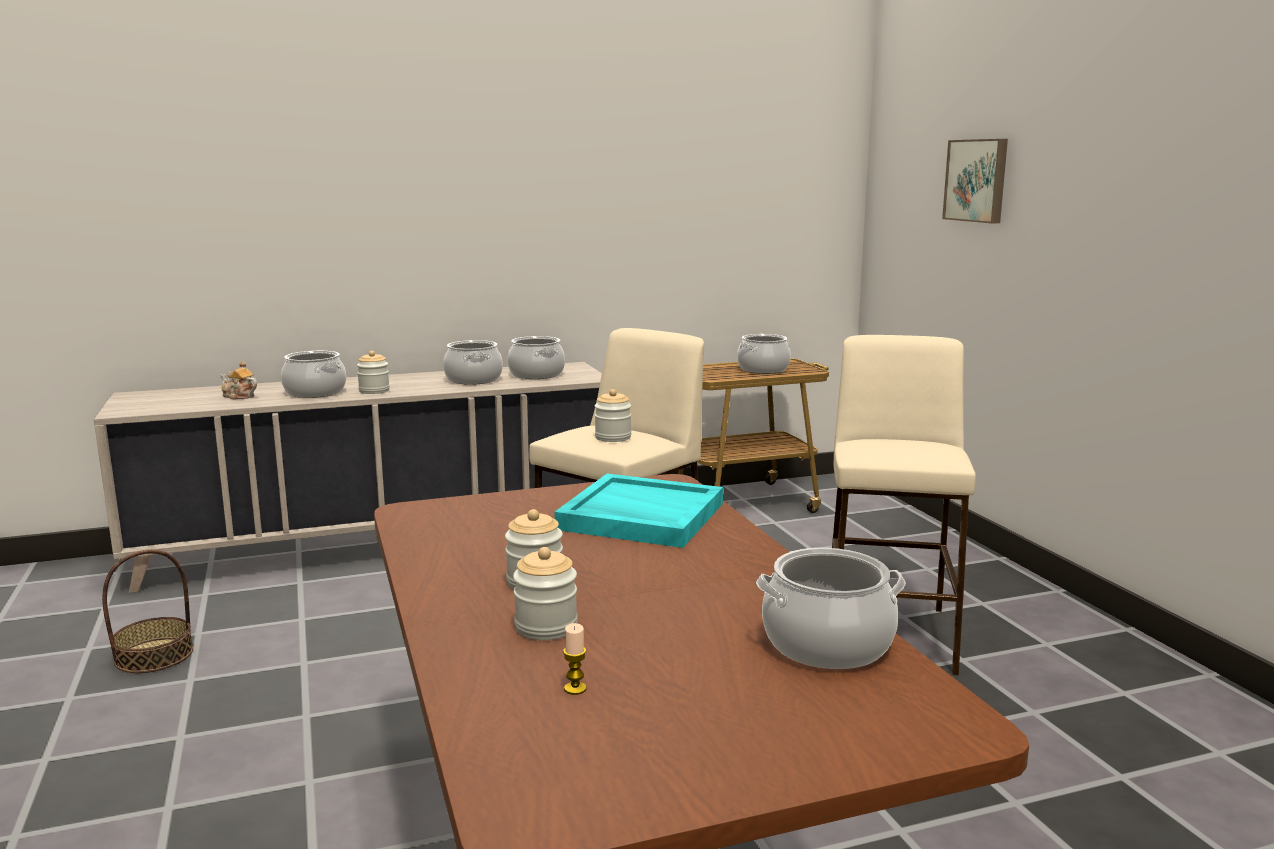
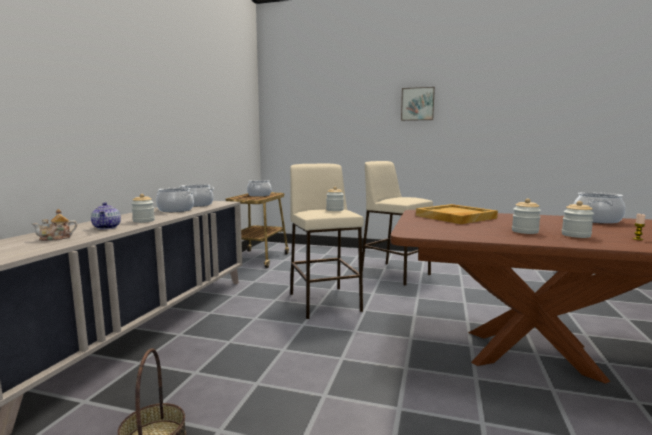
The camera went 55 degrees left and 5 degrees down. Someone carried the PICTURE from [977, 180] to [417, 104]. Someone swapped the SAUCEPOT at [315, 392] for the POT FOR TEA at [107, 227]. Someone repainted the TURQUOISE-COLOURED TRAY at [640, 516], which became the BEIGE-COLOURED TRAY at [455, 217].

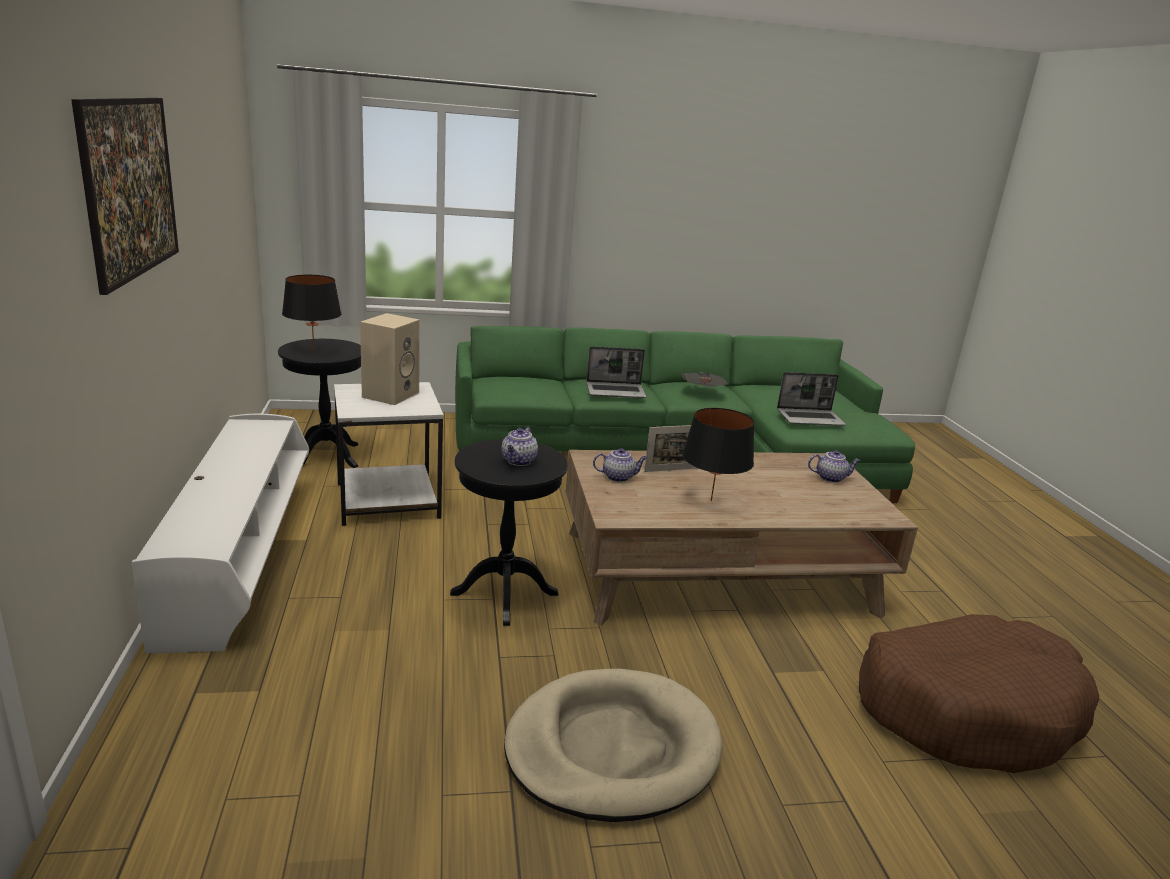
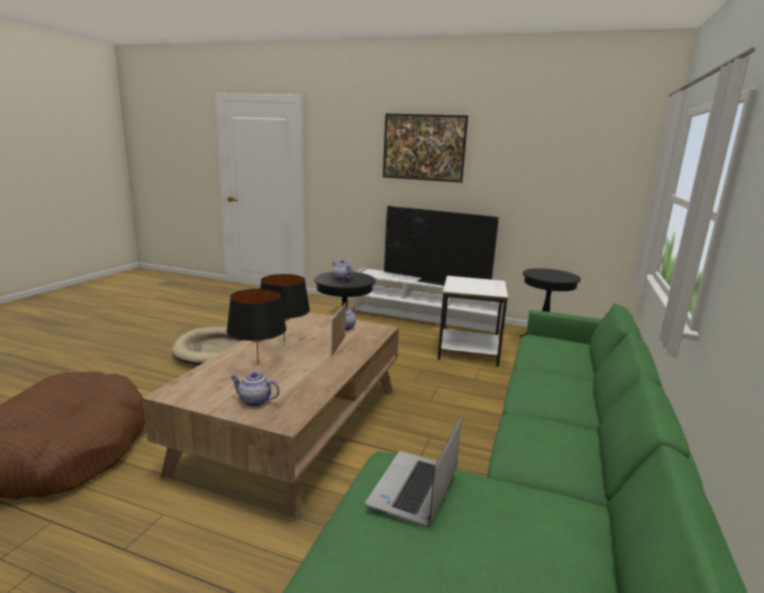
The camera went 120 degrees right and 5 degrees down. Someone took away the BEIGE-COLOURED AUDIO SPEAKER at [390, 394]. Someone took away the LAPTOP at [616, 391]. Someone took away the NEWSPAPER at [702, 392]. Someone put down the TELEVISION at [434, 281]. Someone carried the BLACK-COLOURED LAMP FOR A TABLE from [313, 349] to [258, 364]. Someone rotated the POT FOR TEA at [831, 478] by 75 degrees clockwise.

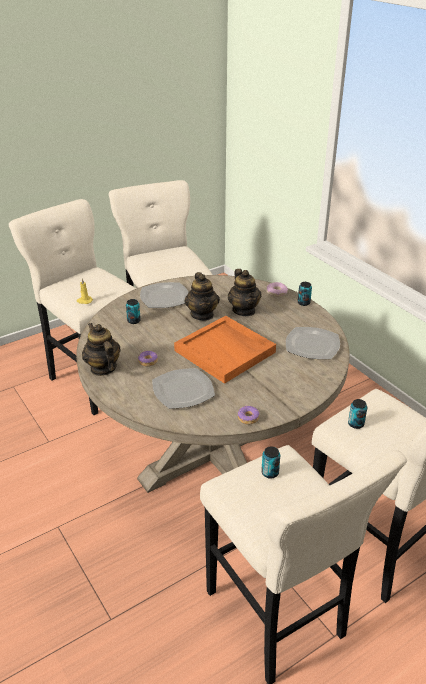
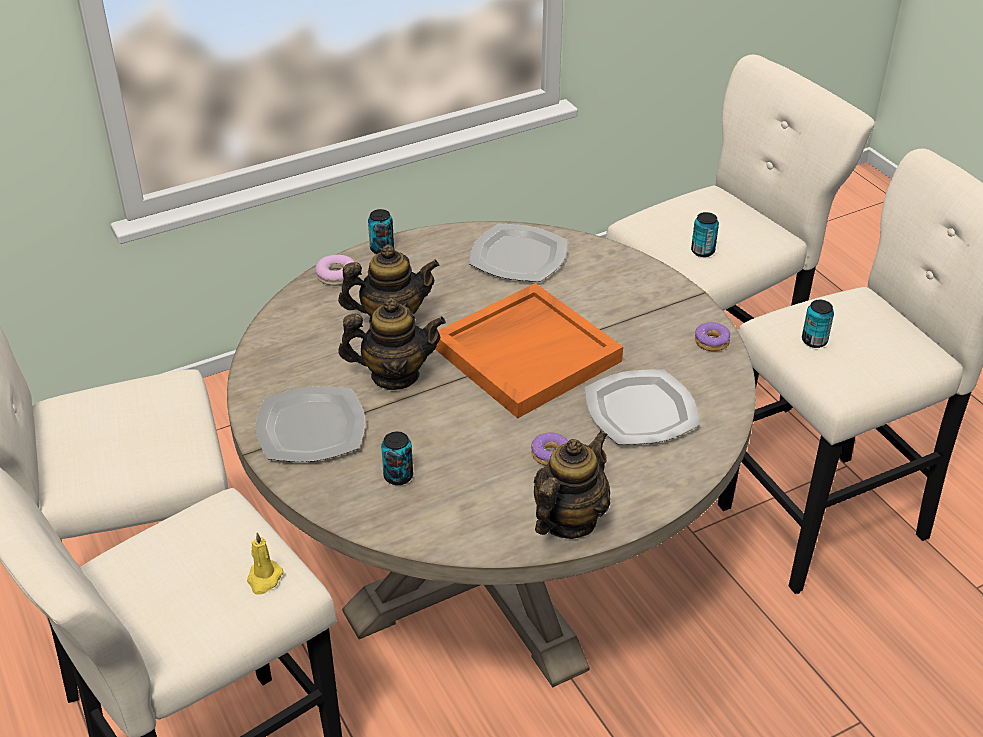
The camera went 85 degrees left and 5 degrees up. Someone rotated the POT FOR TEA at [103, 368] by 150 degrees clockwise.

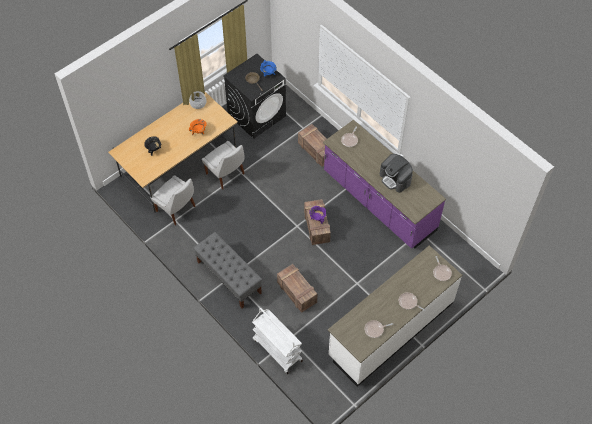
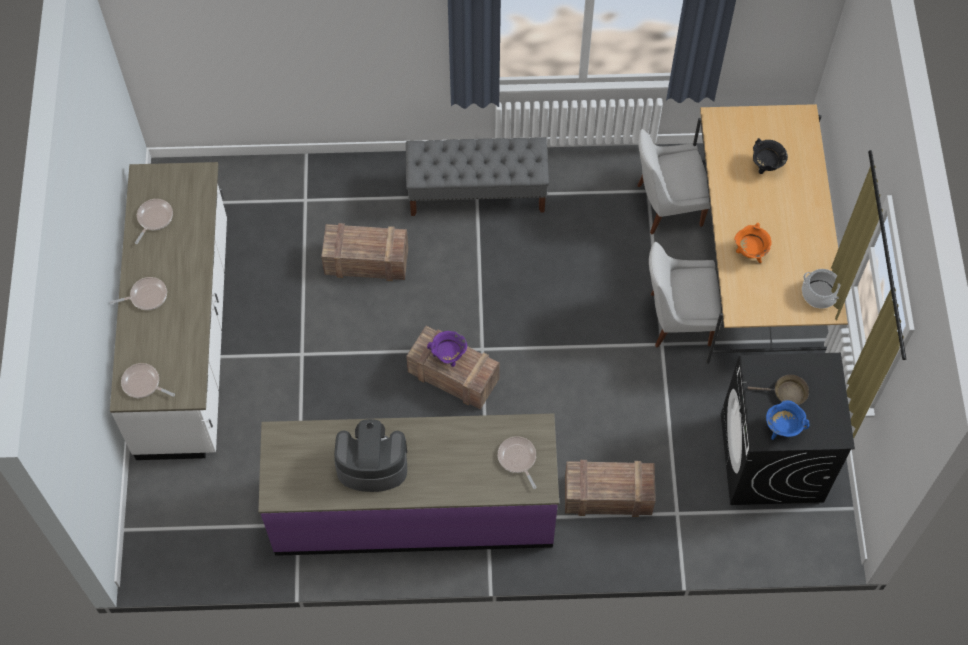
The camera went 130 degrees right and 5 degrees up. Someone took away the WHITISH CART at [277, 350].

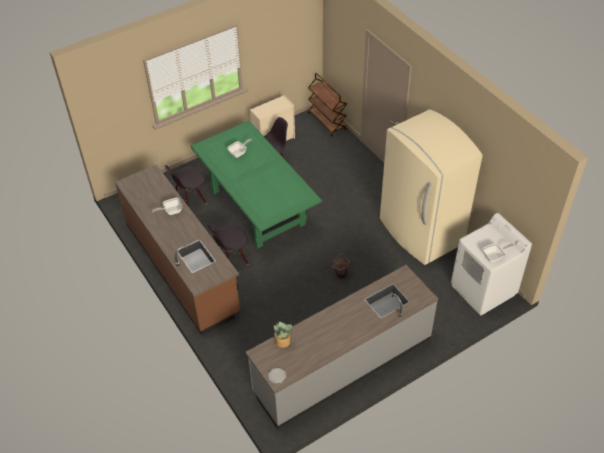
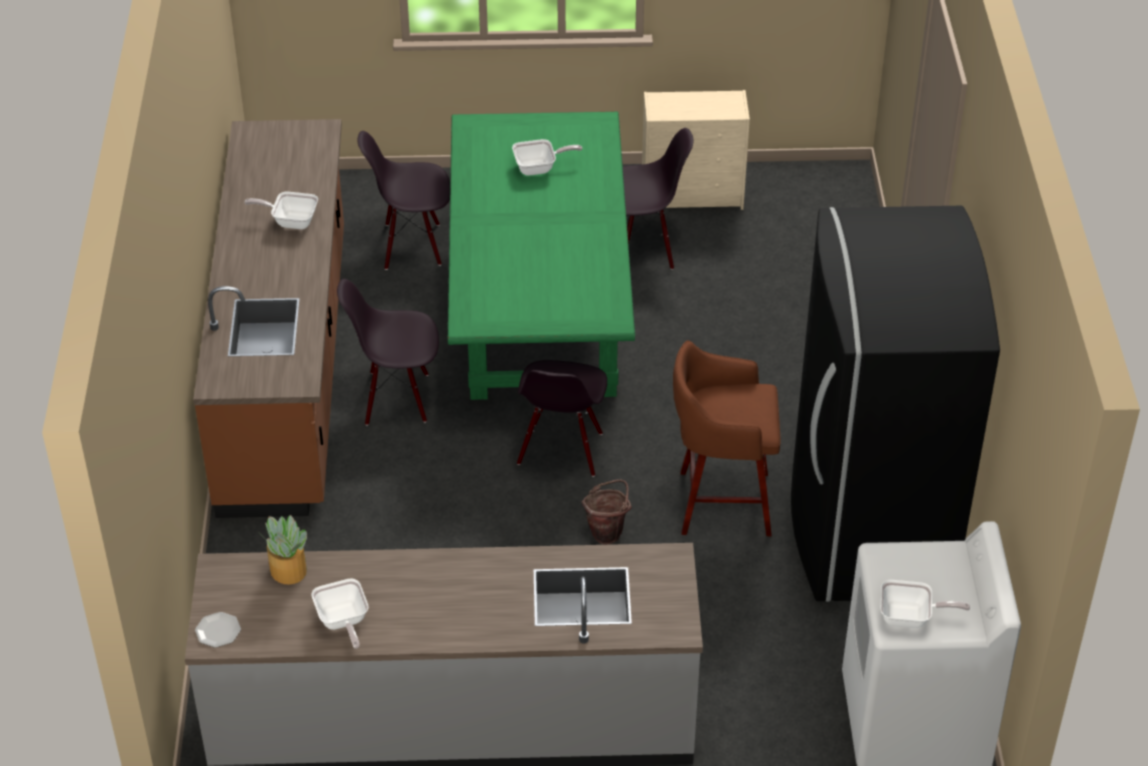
The camera went 30 degrees right and 5 degrees down. Someone took away the BROWNISH CART at [327, 122]. Someone put down the PAN at [343, 622]. Someone put down the BLACK-COLOURED UPRIGHT CHAIR at [561, 450]. Someone put down the BROWNISH STOOL at [720, 503]. Someone repainted the BEIGE-COLOURED REFRIGERATOR at [420, 232], which became the BLACK-COLOURED REFRIGERATOR at [867, 528].

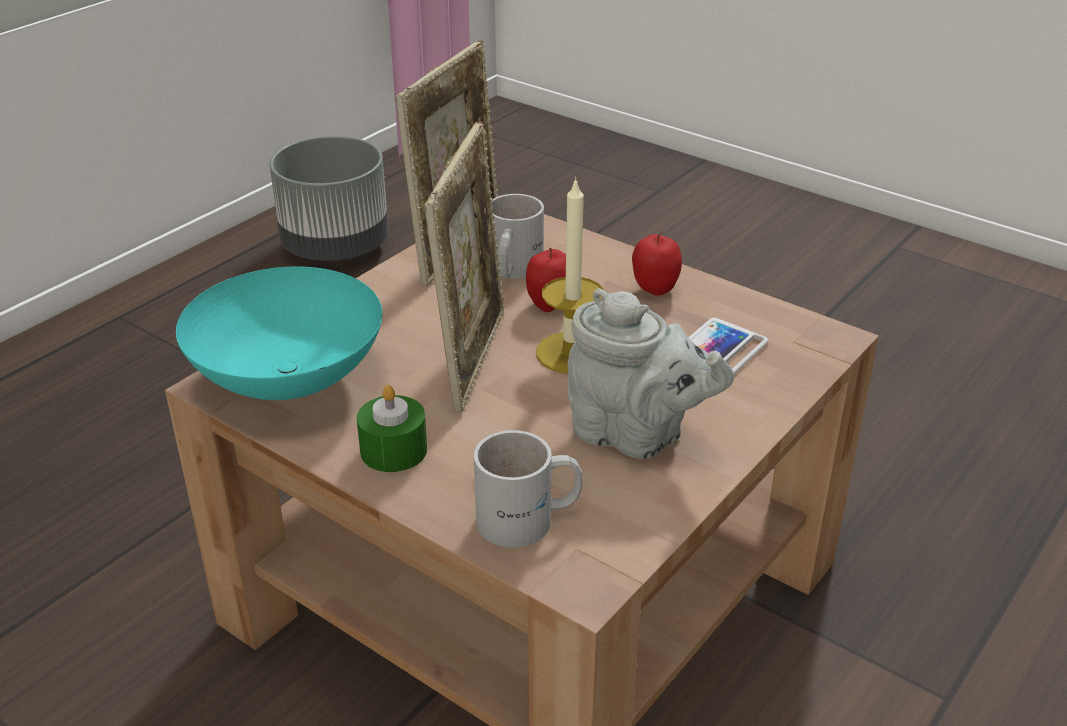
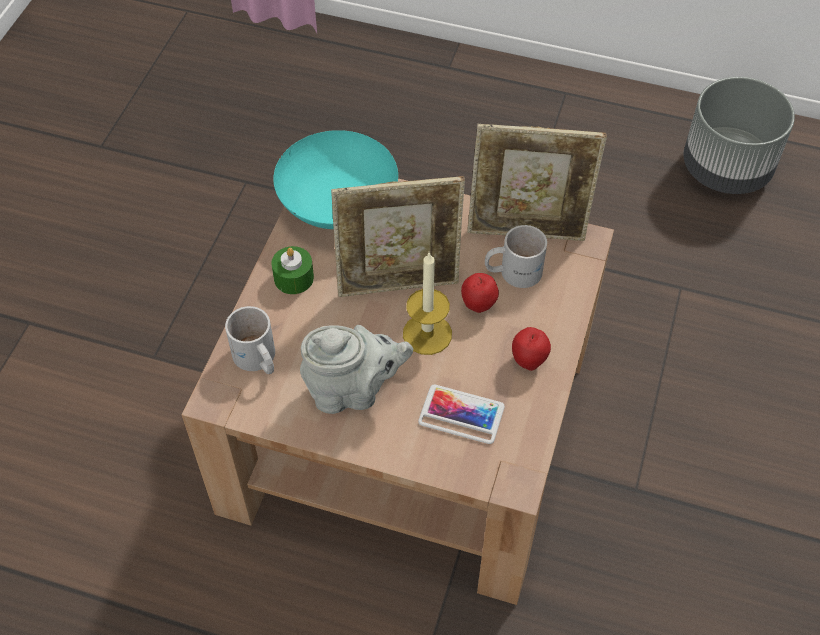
The camera went 70 degrees right and 20 degrees up. Someone rotated the GREYISH POT FOR TEA at [635, 435] by 105 degrees counterclockwise.

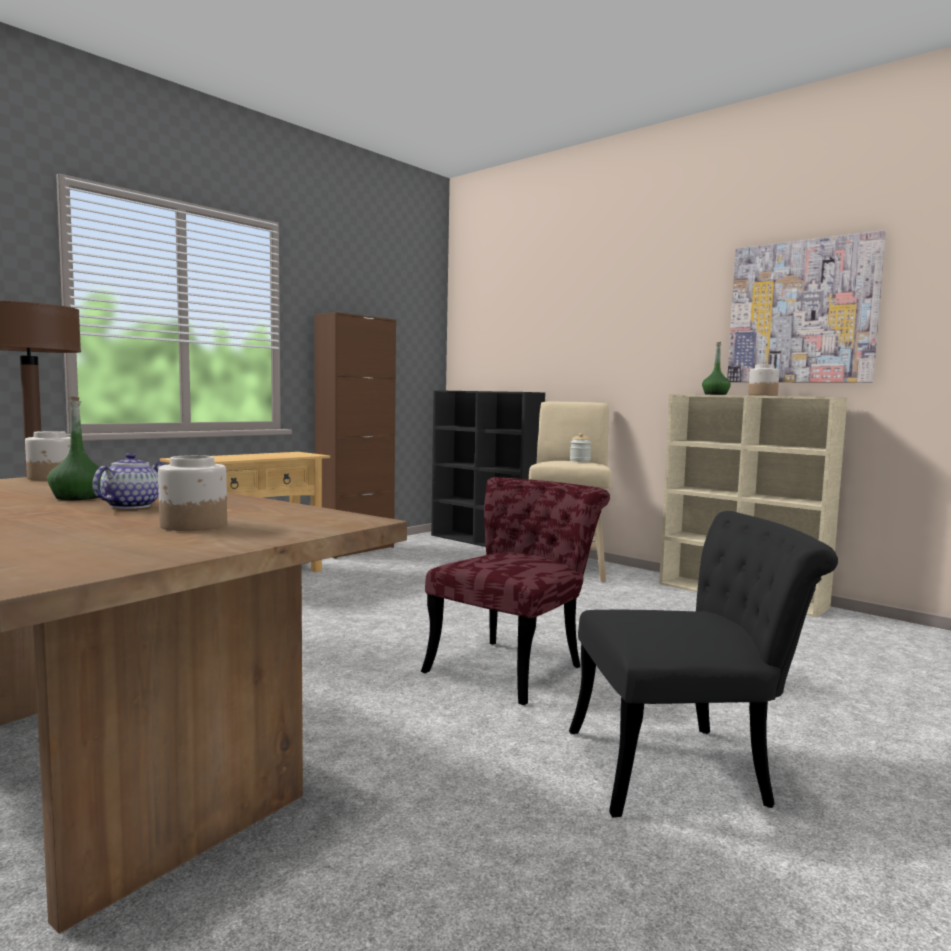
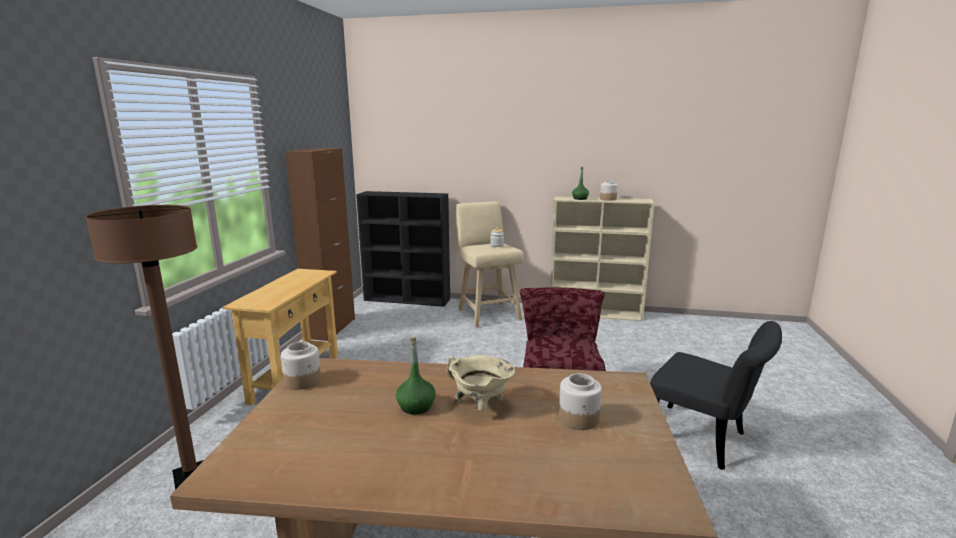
The camera went 30 degrees left and 10 degrees up. Someone took away the PICTURE at [802, 312]. Someone swapped the POT FOR TEA at [130, 506] for the BEIGE-COLOURED SAUCEPOT at [481, 407]. Someone rotated the BLACK-COLOURED UPRIGHT CHAIR at [686, 767] by 75 degrees clockwise.

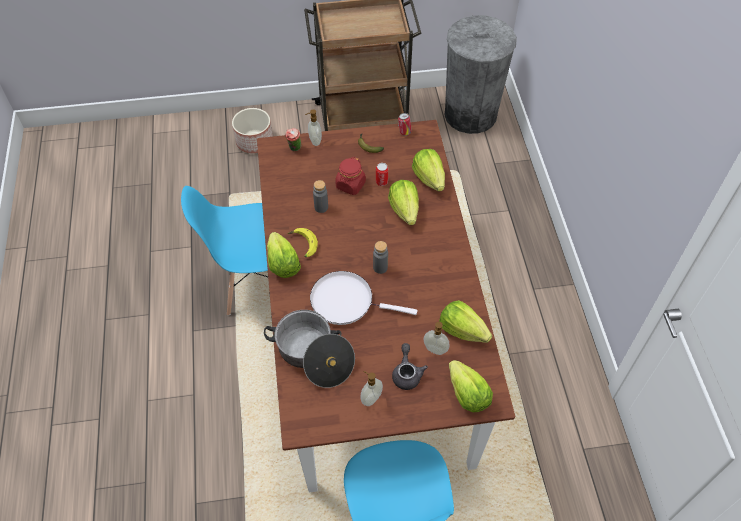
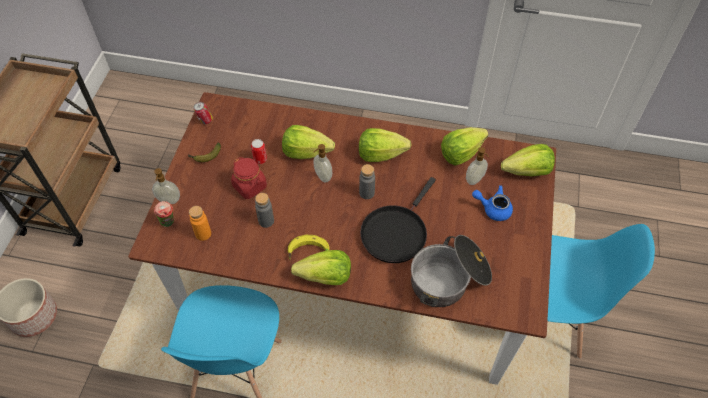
The camera went 70 degrees left and 0 degrees up. Someone took away the GREYISH RUBBISH BIN at [470, 114]. Someone put down the ORANGEY BEVERAGE BOTTLE at [203, 234]. Someone carried the LIQUID SOAP BOTTLE from [370, 398] to [322, 176]. Someone carried the LETTUCE HEAD from [429, 178] to [380, 154]. Someone repainted the WHITISH PAN at [346, 301], which became the BLACK-COLOURED PAN at [395, 233]. Someone repainted the GREYISH POT FOR TEA at [407, 373], which became the BLUE-COLOURED POT FOR TEA at [493, 208].

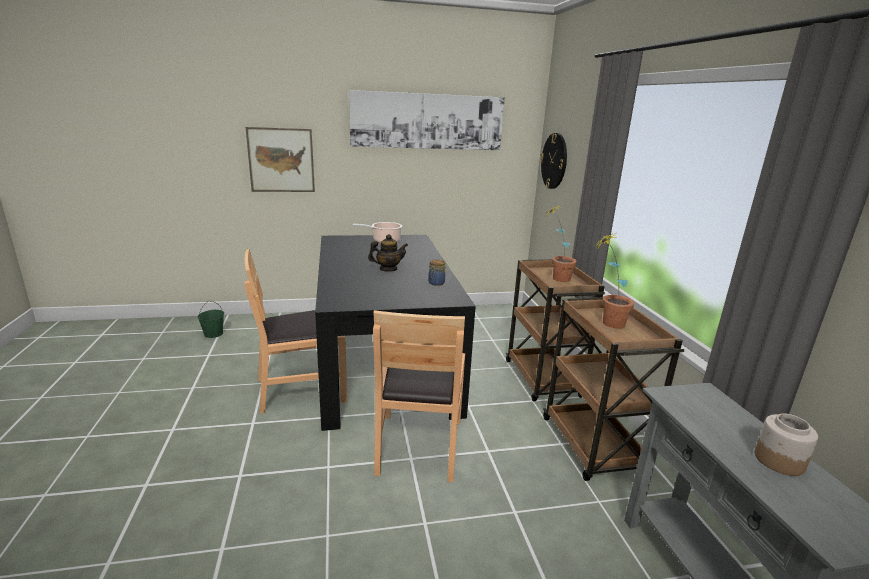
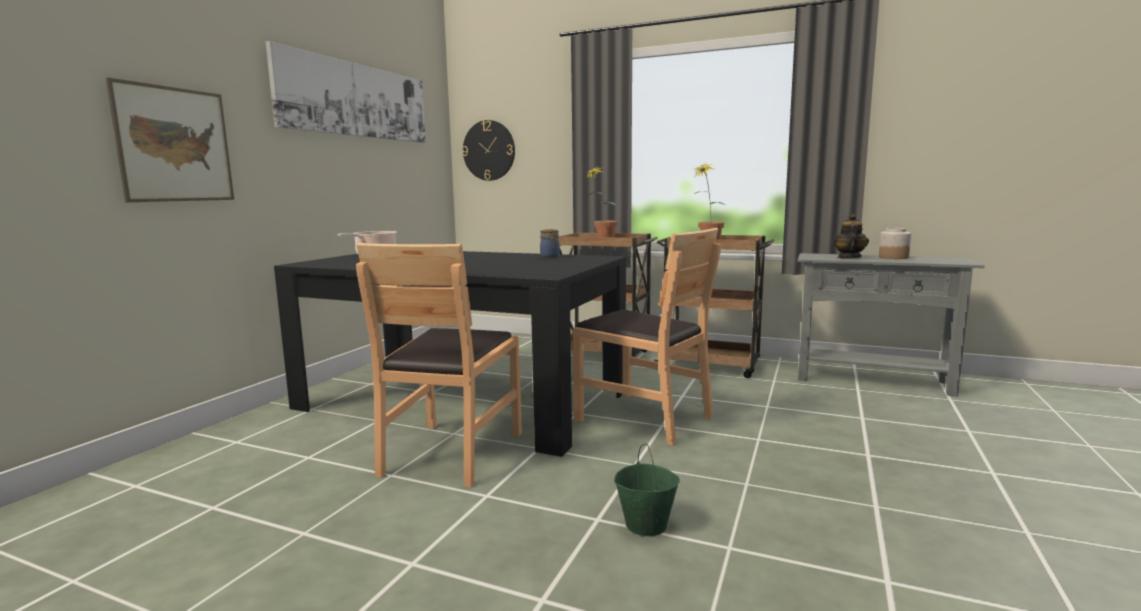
The camera went 55 degrees left and 10 degrees down. Someone carried the GREEN-COLOURED BUCKET from [213, 334] to [645, 525]. Someone carried the POT FOR TEA from [388, 269] to [849, 257].

